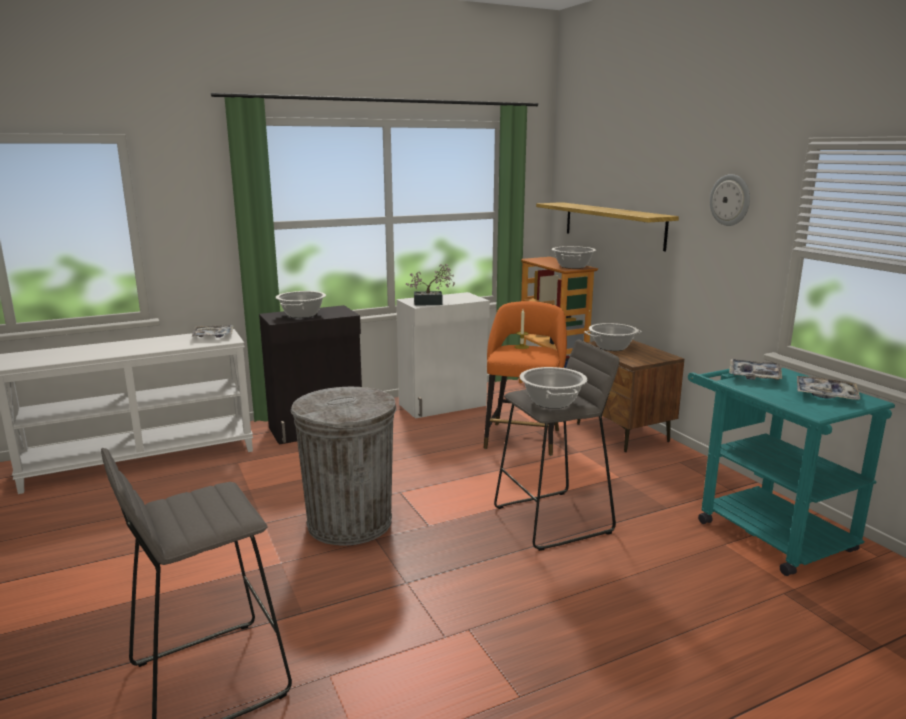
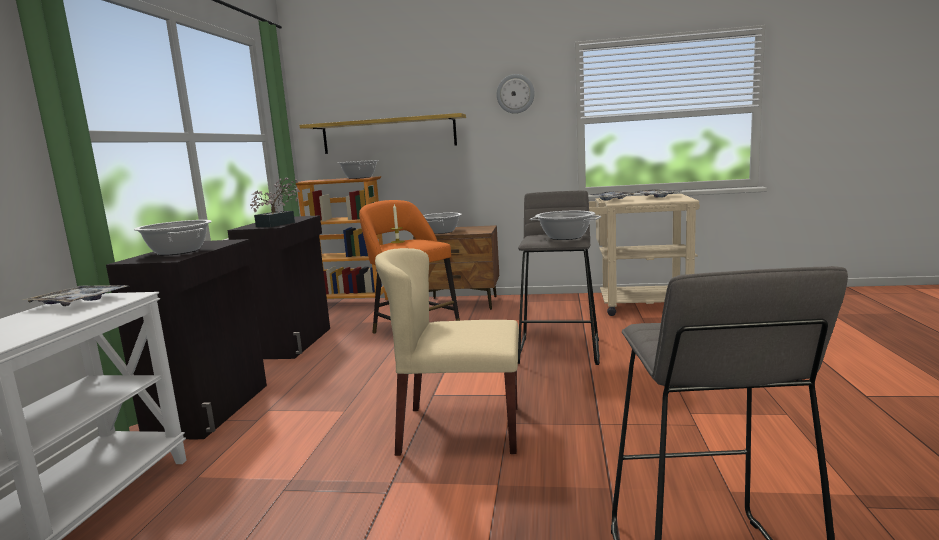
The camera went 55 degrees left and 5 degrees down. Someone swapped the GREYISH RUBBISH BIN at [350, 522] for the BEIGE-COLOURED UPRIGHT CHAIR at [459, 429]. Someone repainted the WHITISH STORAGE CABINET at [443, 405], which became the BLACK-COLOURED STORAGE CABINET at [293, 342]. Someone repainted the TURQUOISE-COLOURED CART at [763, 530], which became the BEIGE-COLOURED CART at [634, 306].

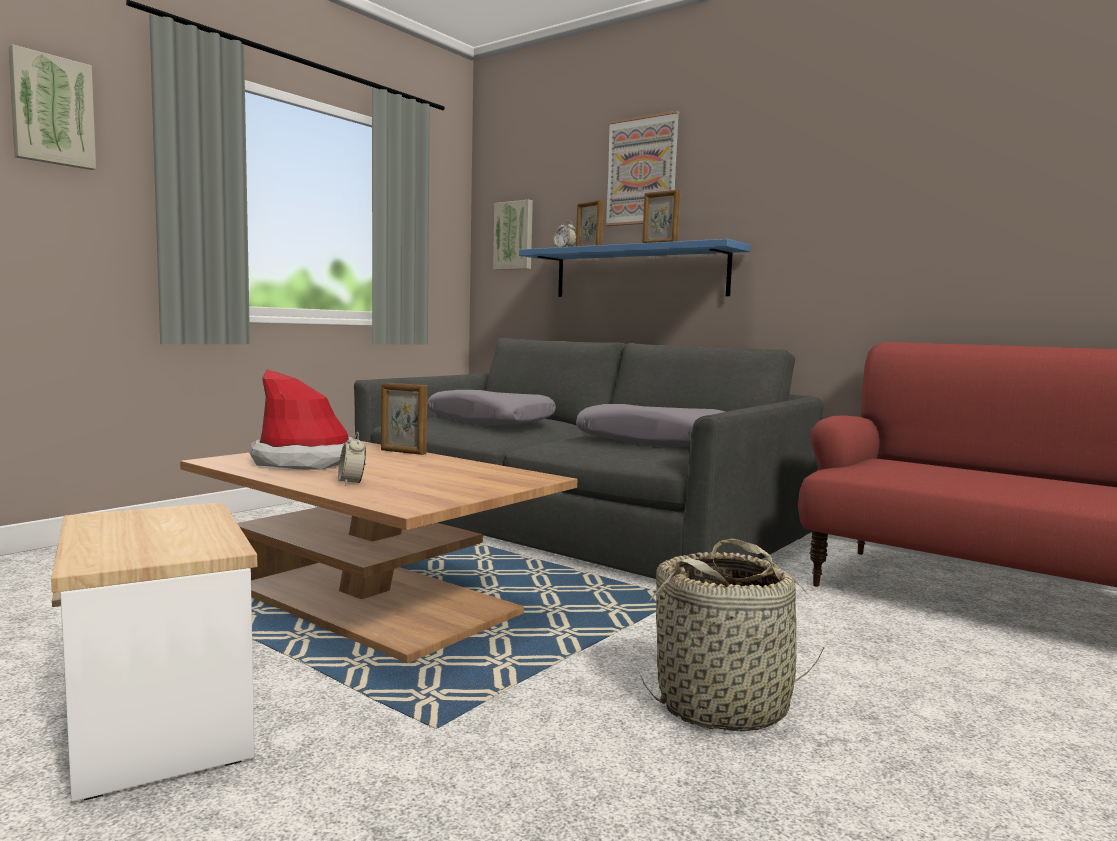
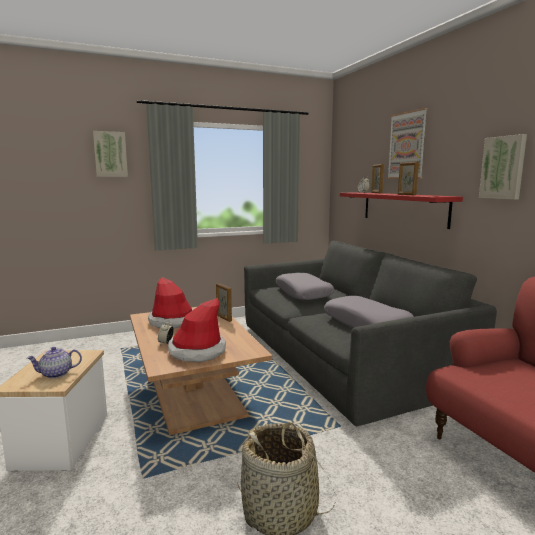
The camera went 30 degrees right and 5 degrees up. Someone put down the POT FOR TEA at [56, 374]. Someone put down the WEARABLE HAT at [197, 351]. Someone carried the PICTURE from [514, 236] to [503, 167]. Someone repainted the BLUE-COLOURED WALL SHELF at [638, 273], which became the RED-COLOURED WALL SHELF at [403, 208].

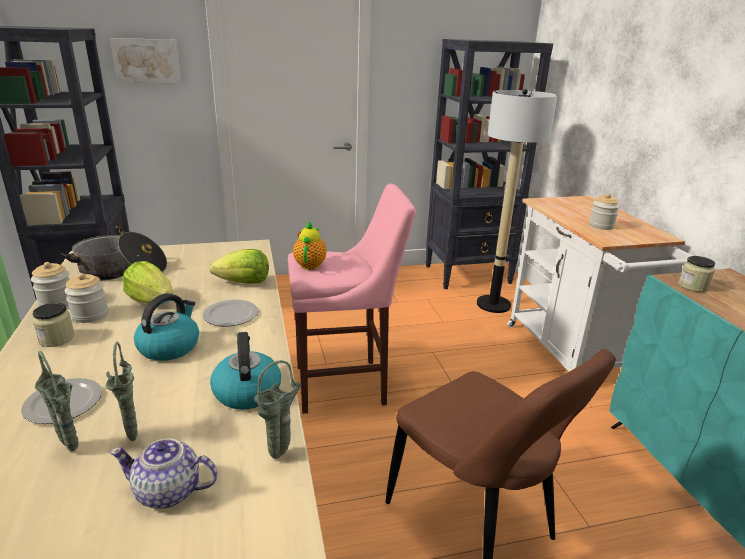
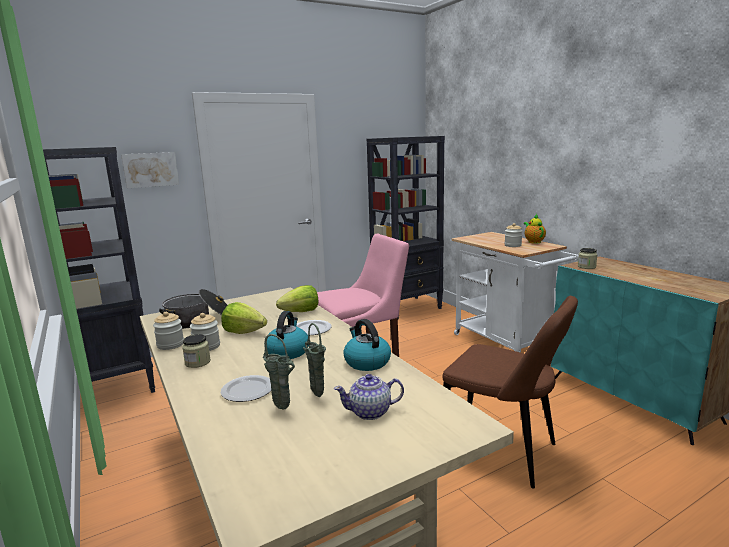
The camera went 15 degrees left and 10 degrees down. Someone took away the GREEN-COLOURED DECORATIVE VASE at [282, 453]. Someone took away the FLOOR LAMP at [493, 304]. Someone carried the POT FOR TEA from [310, 264] to [533, 241].

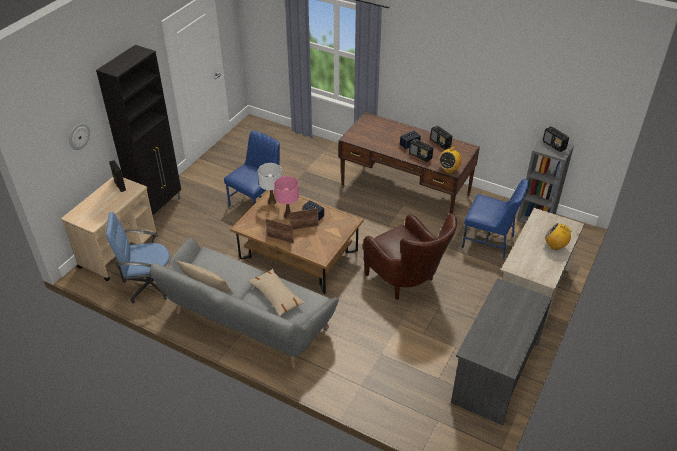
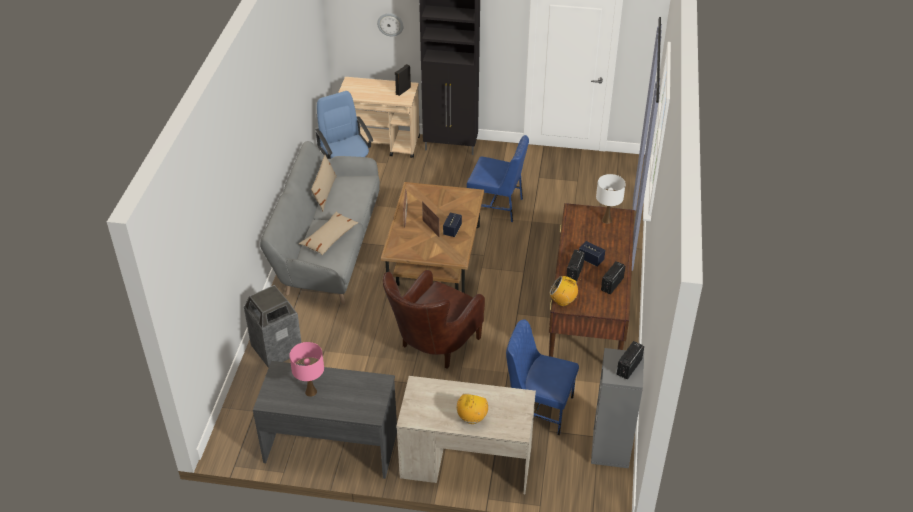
The camera went 70 degrees right and 0 degrees up. Someone put down the RUBBISH BIN at [276, 349]. Someone carried the WHITISH LAMP FOR A TABLE from [272, 202] to [606, 220]. Someone carried the PINKISH LAMP FOR A TABLE from [288, 216] to [311, 392]. Someone rotated the BLUE-COLOURED UPRIGHT CHAIR at [489, 241] by 105 degrees clockwise.

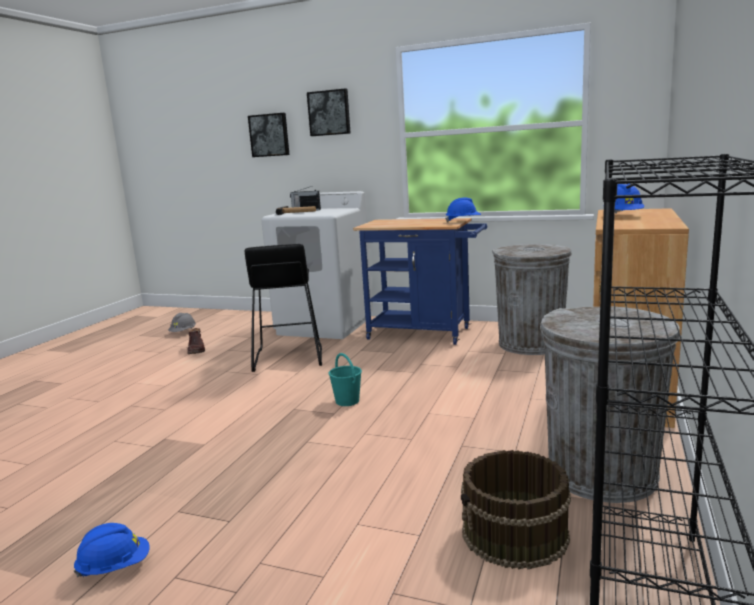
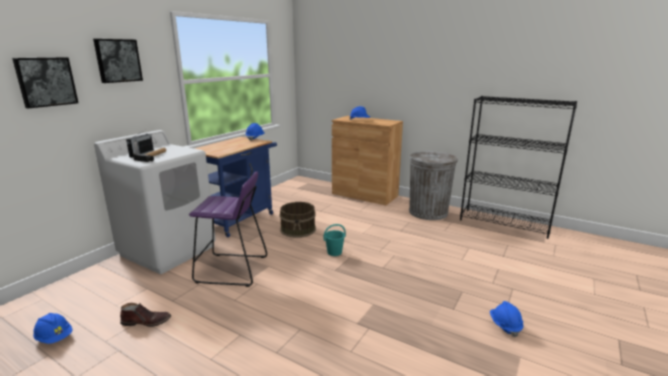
The camera went 80 degrees left and 5 degrees up. Someone took away the GREYISH RUBBISH BIN at [531, 344]. Someone carried the BROWNISH BUCKET from [515, 534] to [298, 229]. Someone repainted the GREYISH SAFETY HELMET at [183, 332], which became the BLUE-COLOURED SAFETY HELMET at [55, 337]. Someone repainted the BLACK-COLOURED STOOL at [288, 357], which became the PURPLE STOOL at [232, 269].

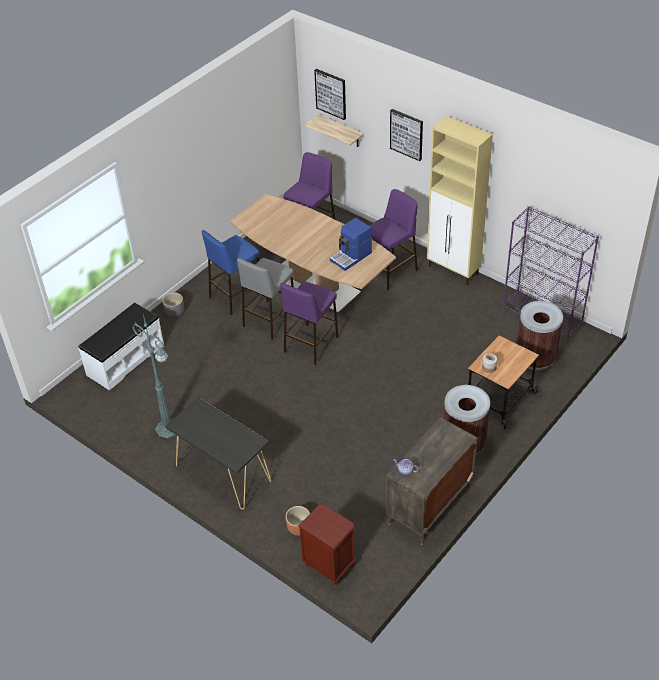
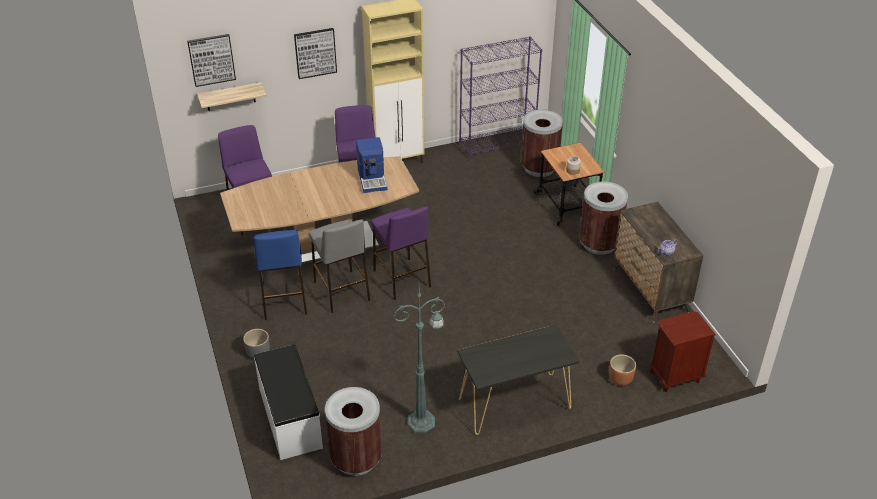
The camera went 60 degrees left and 5 degrees down. Someone put down the BROWNISH RUBBISH BIN at [356, 458].

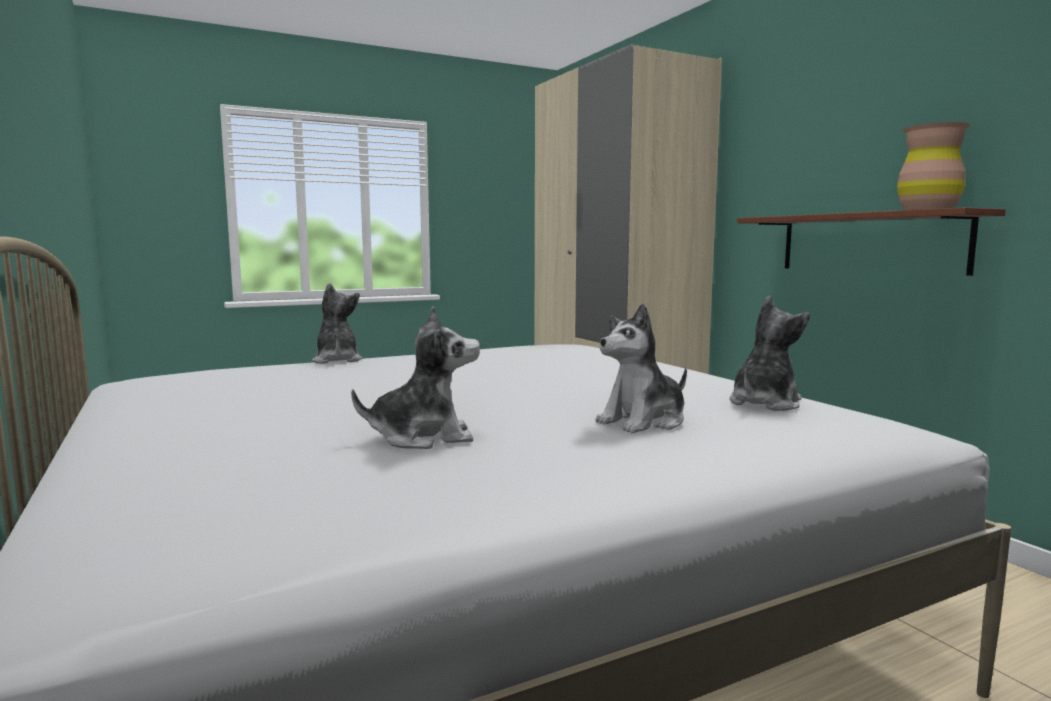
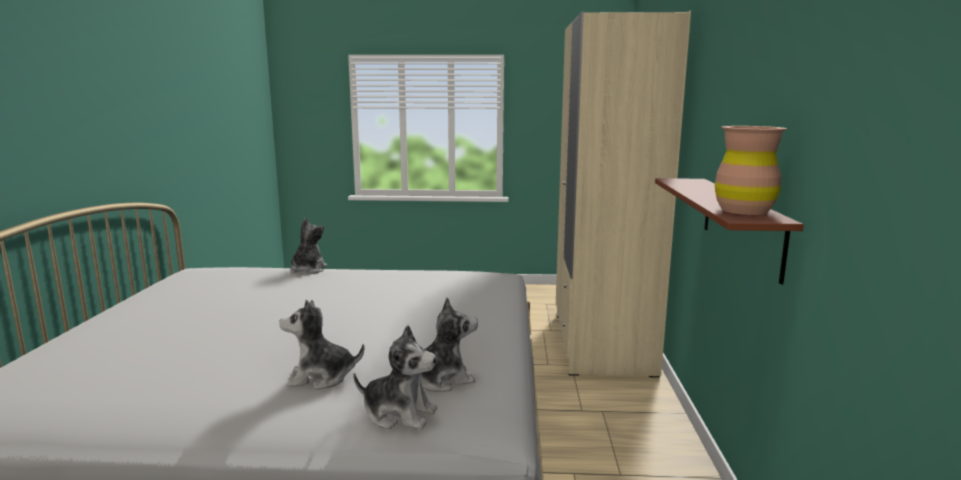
The camera went 30 degrees right and 5 degrees up. Someone carried the CUDDLY TOY from [423, 437] to [399, 414].

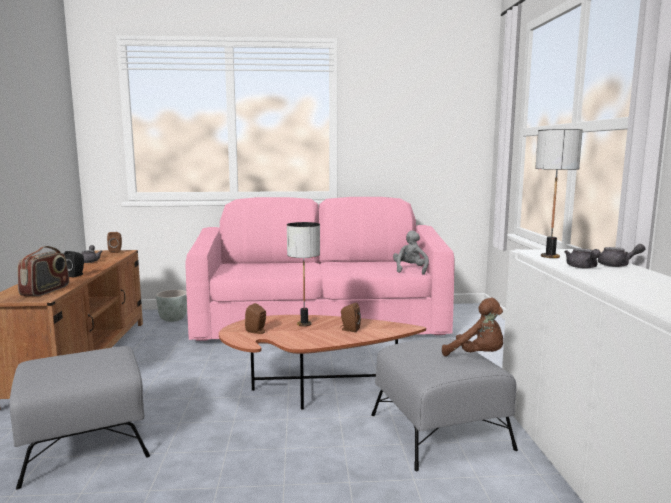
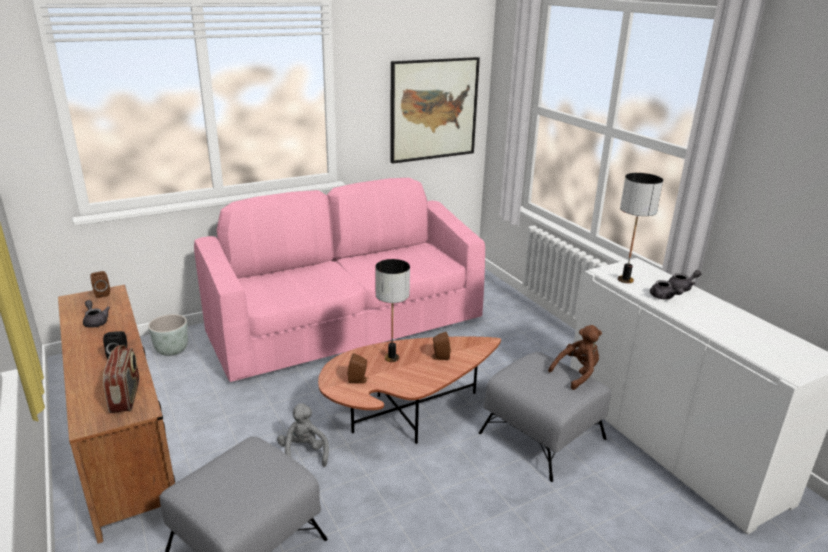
The camera went 25 degrees left and 15 degrees up. Someone put up the PICTURE at [433, 109]. Someone carried the GREYISH CUDDLY TOY from [410, 270] to [303, 454]. Someone rotated the BROWNISH CUDDLY TOY at [477, 356] by 45 degrees counterclockwise.

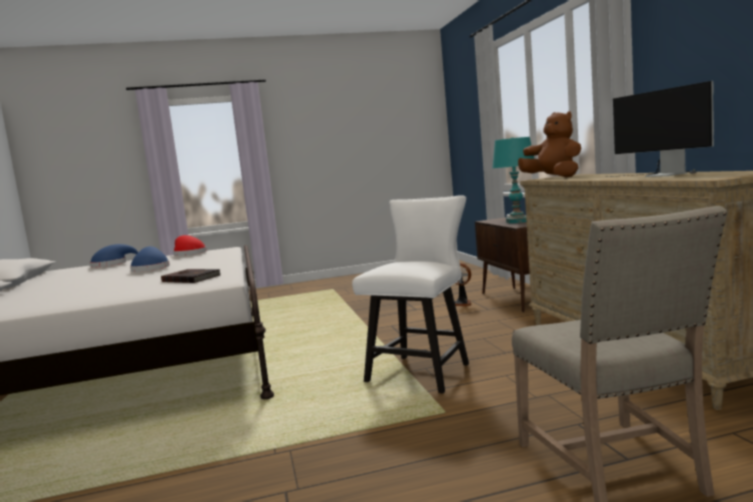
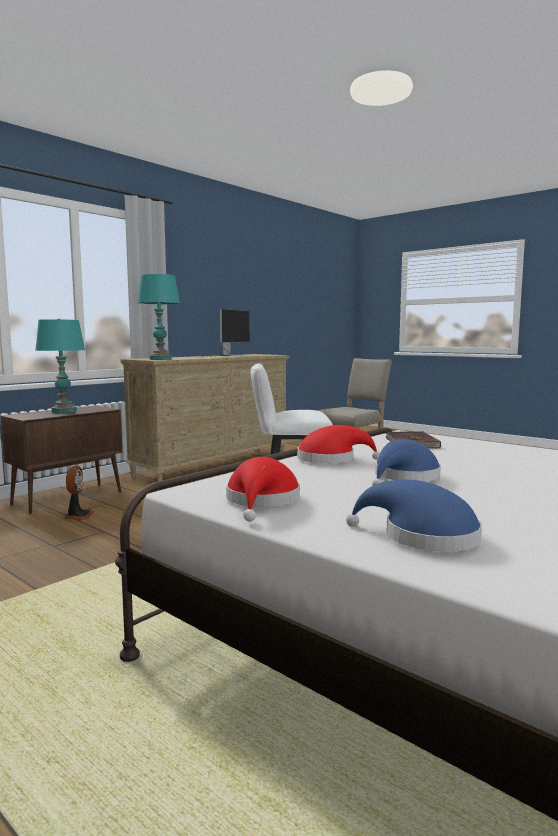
The camera went 125 degrees left and 0 degrees up. Someone put down the RED-COLOURED WEARABLE HAT at [331, 459]. Someone swapped the BROWNISH CUDDLY TOY at [553, 178] for the TURQUOISE-COLOURED LAMP FOR A TABLE at [160, 359].

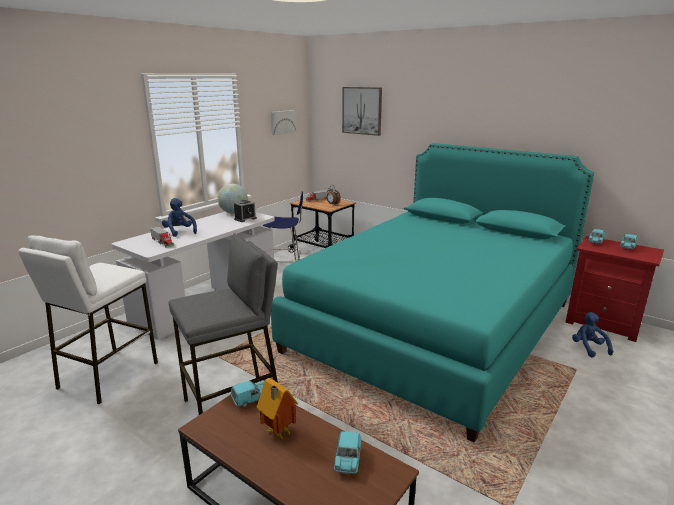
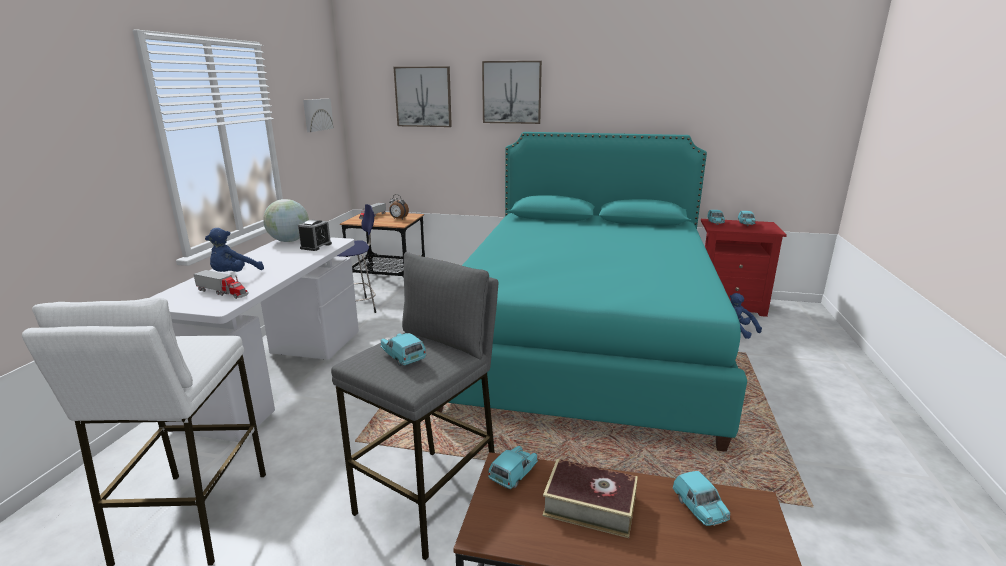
The camera went 25 degrees left and 0 degrees up. Someone put down the TURQUOISE-COLOURED MODEL CAR at [403, 357]. Someone put up the PICTURE at [511, 92]. Someone swapped the TOY HOUSE at [278, 433] for the BOOK at [590, 506]. Someone rotated the BLUE-COLOURED CUDDLY TOY at [179, 232] by 90 degrees counterclockwise.

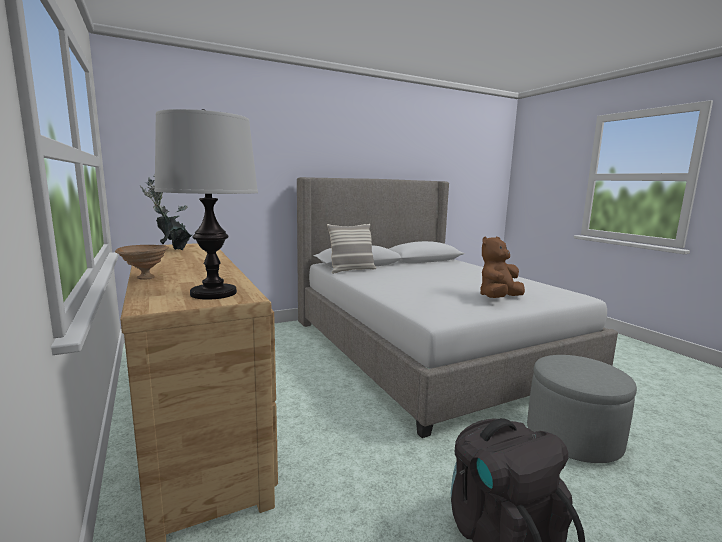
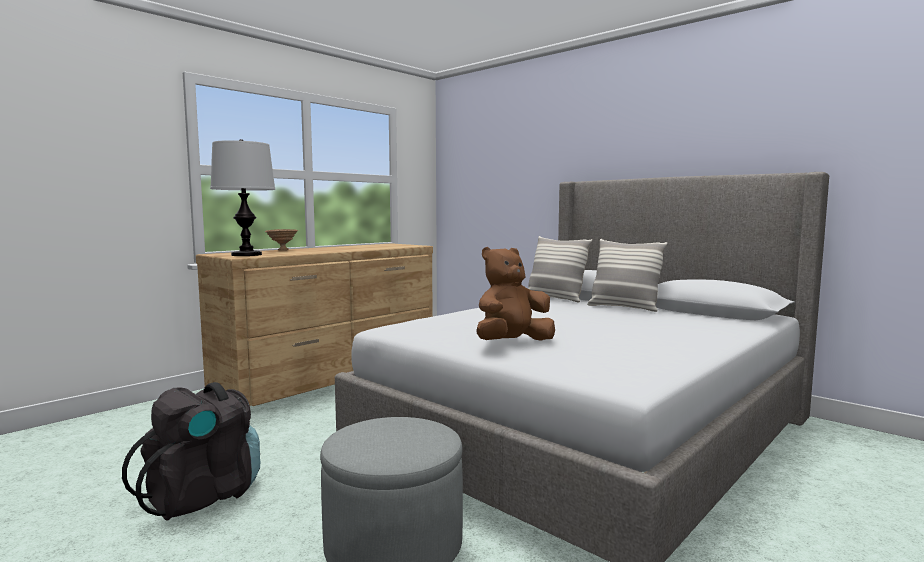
The camera went 70 degrees right and 5 degrees down. Someone took away the POTTED PLANT at [172, 250]. Someone put down the THROW PILLOW at [624, 308]. Someone rotated the BROWNISH CUDDLY TOY at [498, 298] by 60 degrees counterclockwise.

